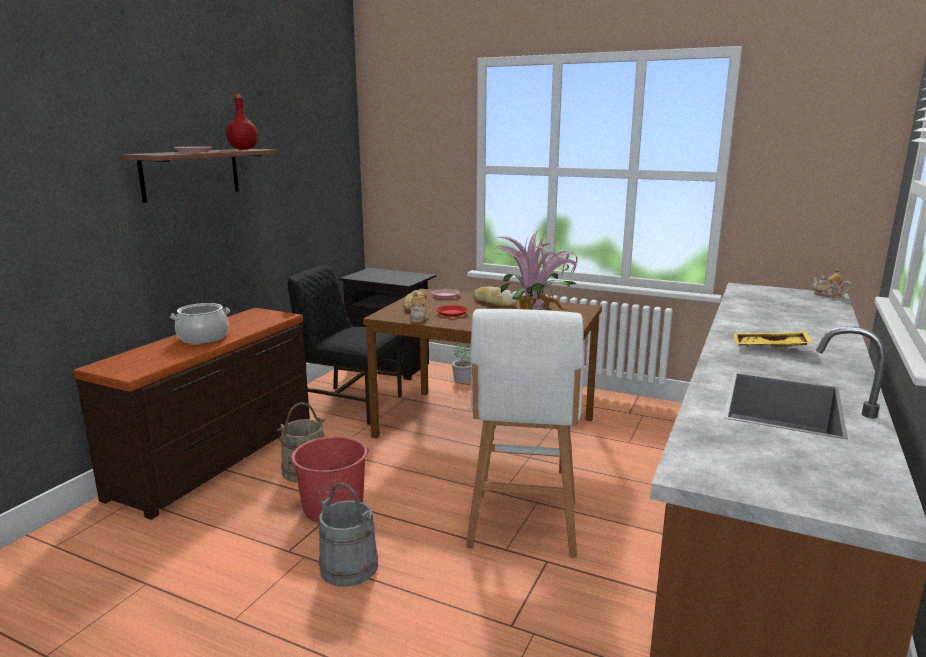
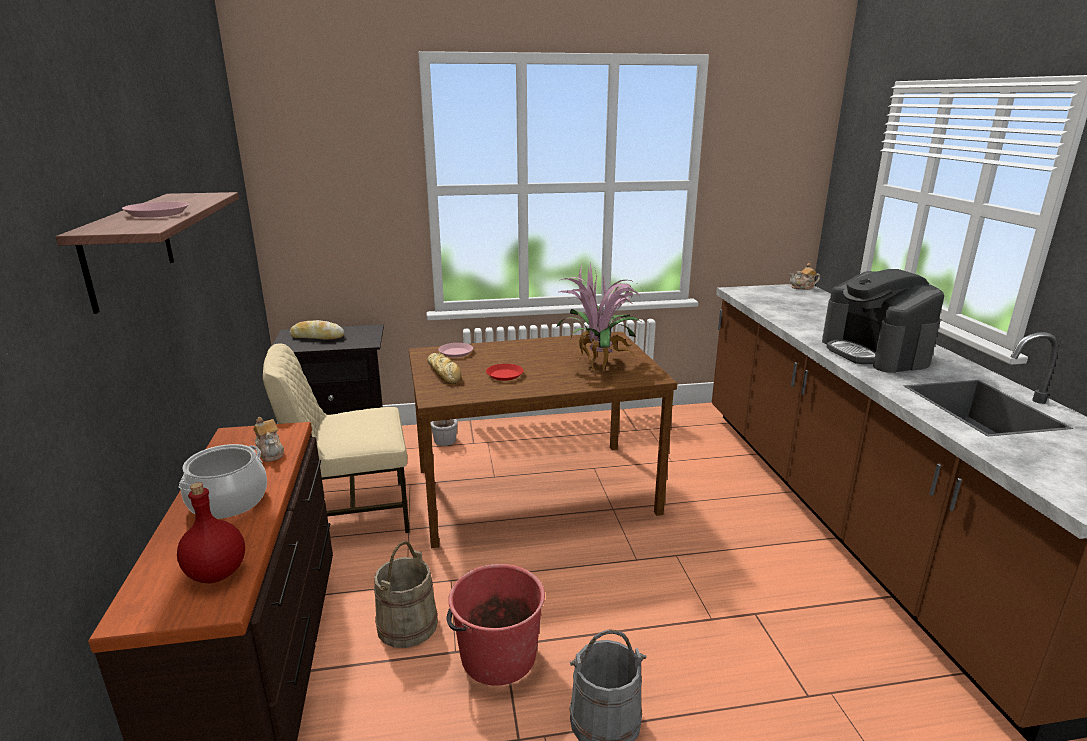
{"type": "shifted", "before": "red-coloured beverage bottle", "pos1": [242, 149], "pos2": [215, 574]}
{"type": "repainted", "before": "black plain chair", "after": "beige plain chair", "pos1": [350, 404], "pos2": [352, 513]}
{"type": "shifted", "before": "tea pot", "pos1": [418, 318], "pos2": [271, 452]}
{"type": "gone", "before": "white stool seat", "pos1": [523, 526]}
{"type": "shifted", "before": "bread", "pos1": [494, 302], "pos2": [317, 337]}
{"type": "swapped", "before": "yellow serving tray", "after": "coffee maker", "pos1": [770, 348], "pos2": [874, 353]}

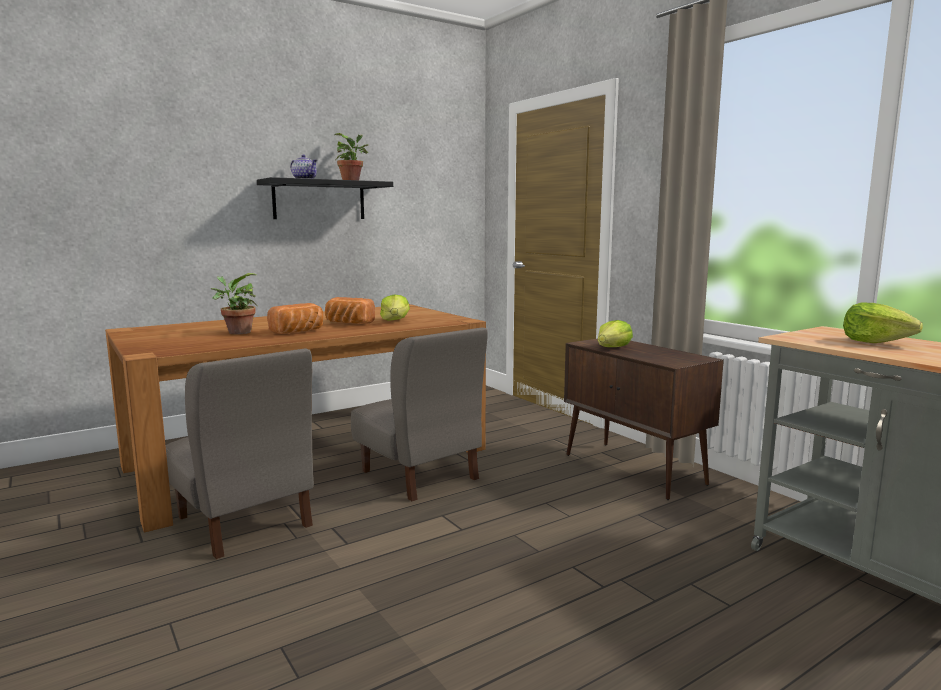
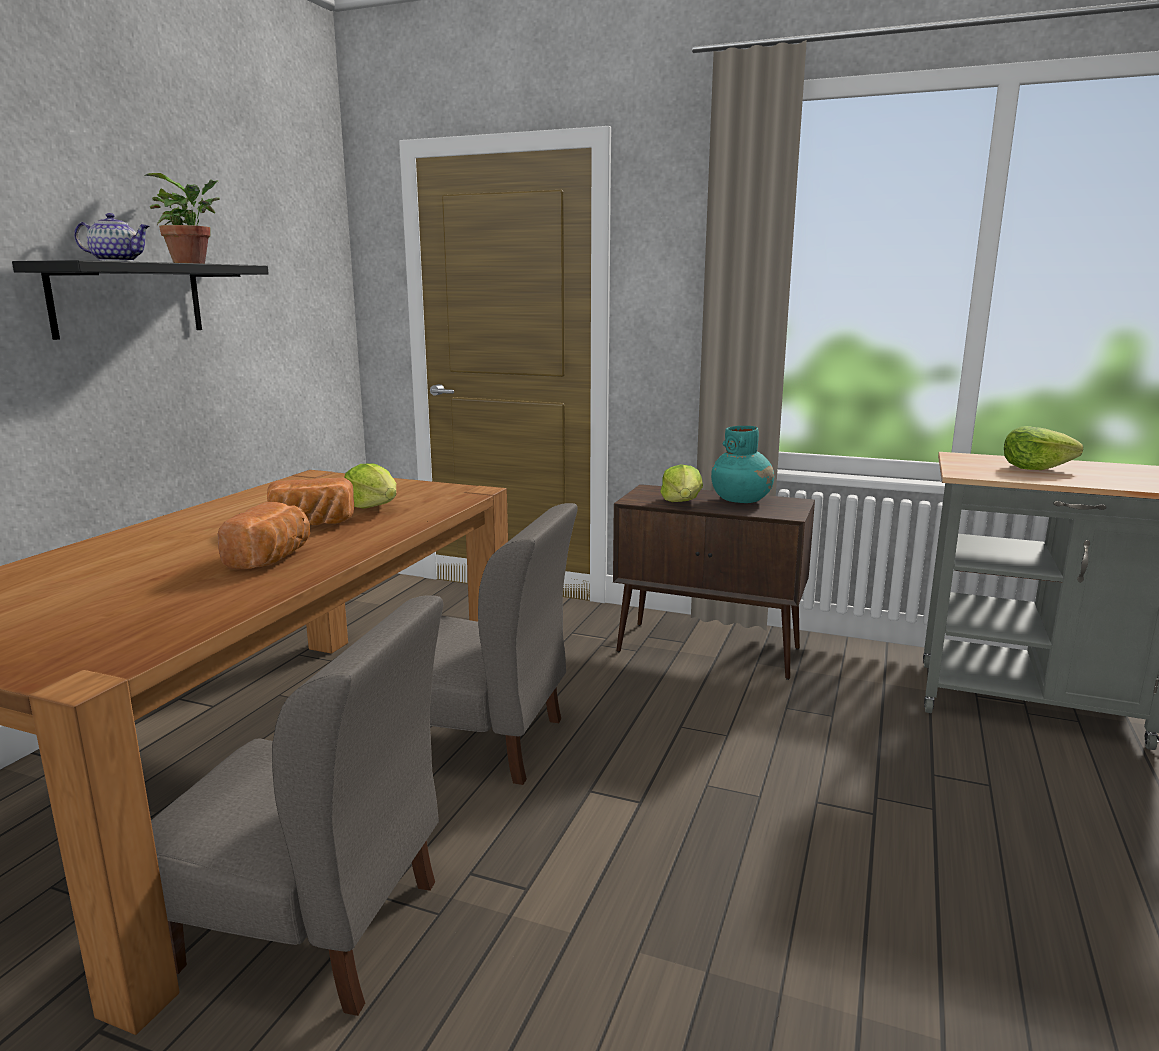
{"type": "gone", "before": "plant in a pot", "pos1": [237, 332]}
{"type": "new", "after": "blue-green flower vase", "pos2": [741, 500]}

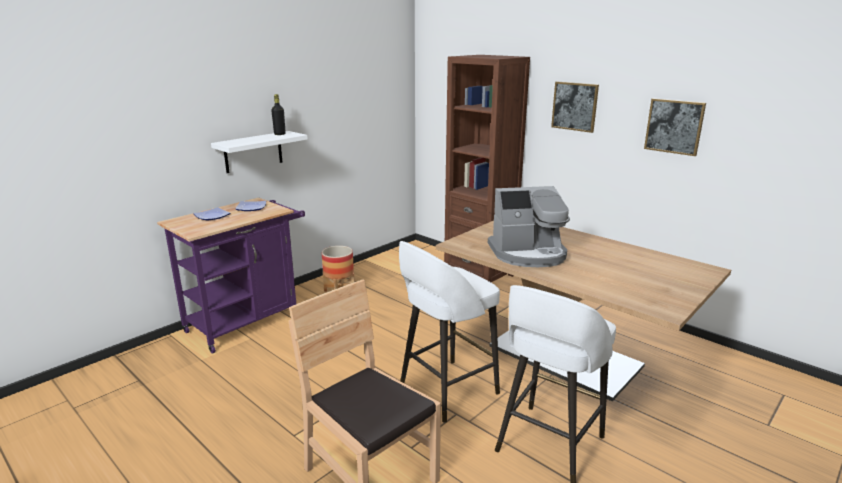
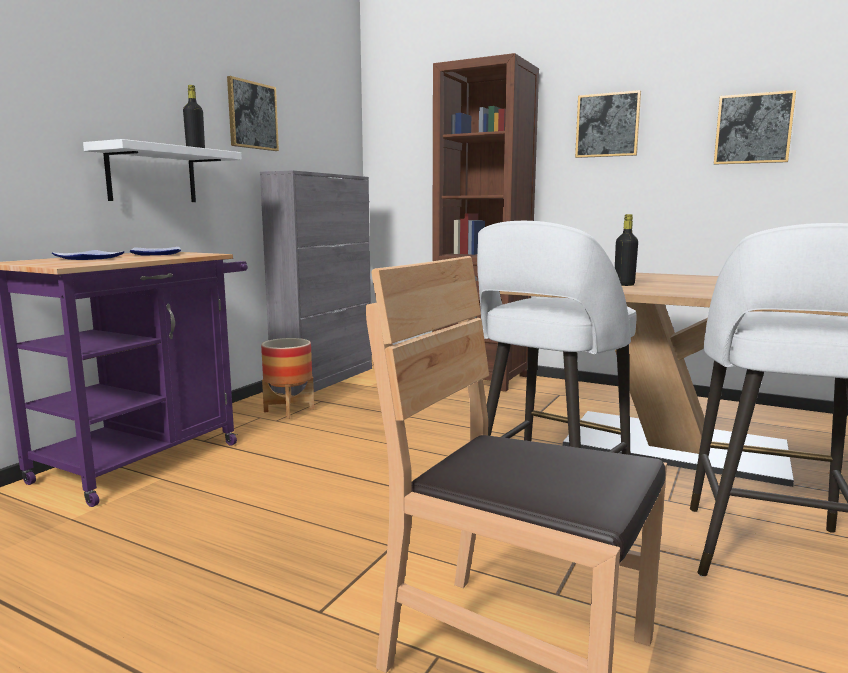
{"type": "swapped", "before": "coffee maker", "after": "black beverage bottle", "pos1": [528, 254], "pos2": [624, 285]}
{"type": "new", "after": "picture", "pos2": [252, 115]}
{"type": "new", "after": "grey cupboard", "pos2": [325, 379]}

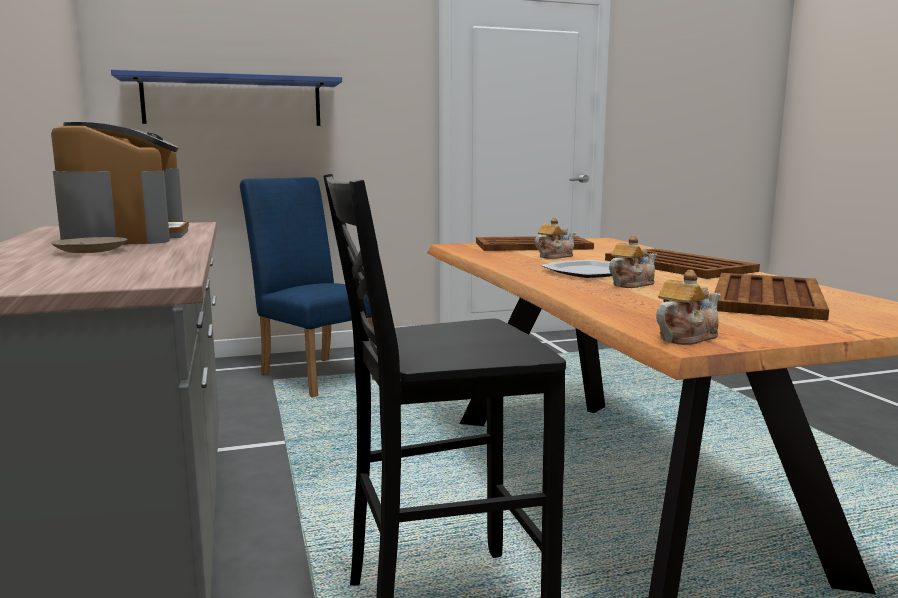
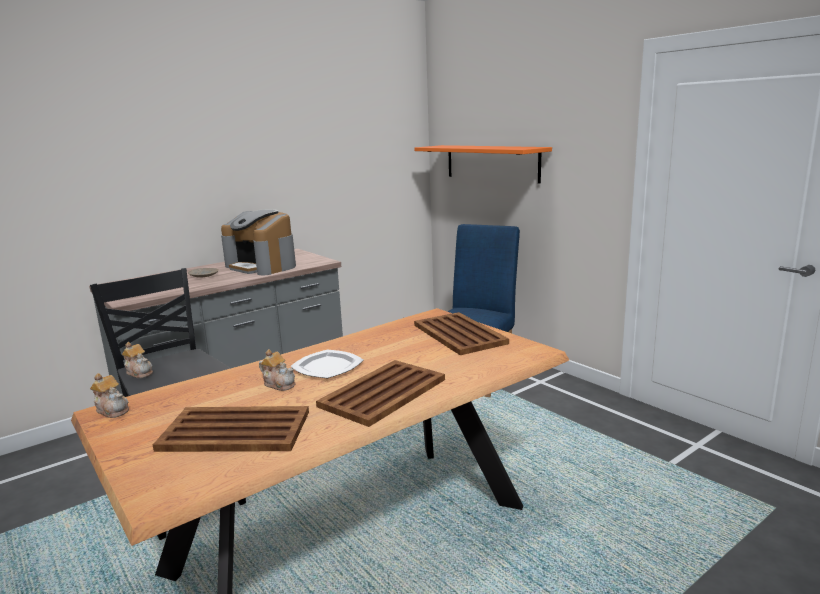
{"type": "rotated", "before": "coffee maker", "pos1": [127, 236], "pos2": [262, 266], "turn": 75}
{"type": "repainted", "before": "blue bracket shelf", "after": "orange bracket shelf", "pos1": [233, 102], "pos2": [491, 163]}
{"type": "shifted", "before": "tea pot", "pos1": [554, 256], "pos2": [139, 372]}

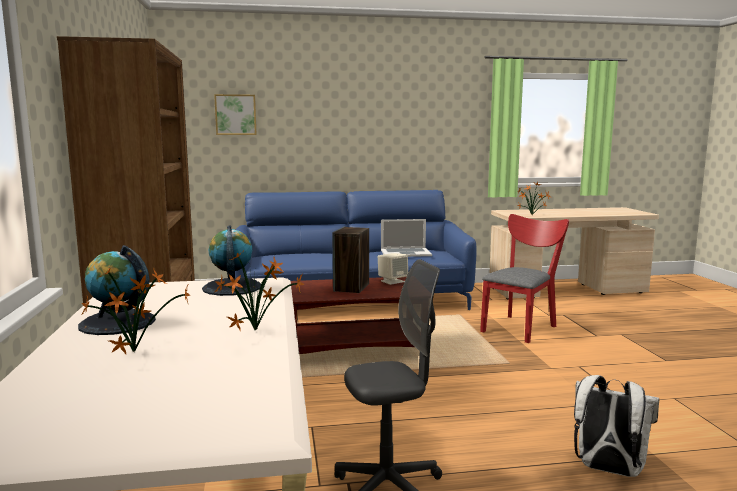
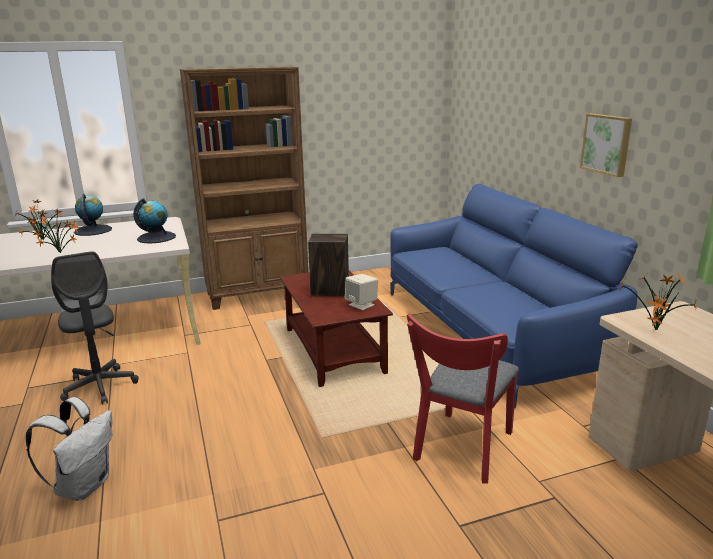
{"type": "shifted", "before": "picture", "pos1": [235, 114], "pos2": [607, 144]}
{"type": "gone", "before": "portable computer", "pos1": [405, 253]}
{"type": "rotated", "before": "red-coloured plain chair", "pos1": [521, 327], "pos2": [461, 450], "turn": 90}

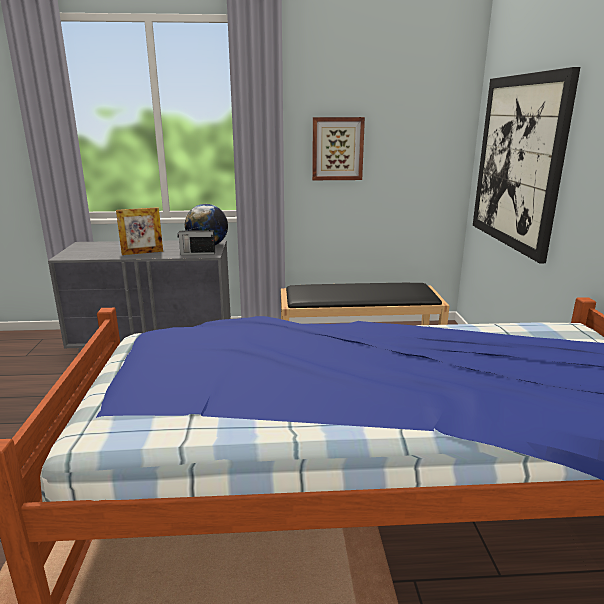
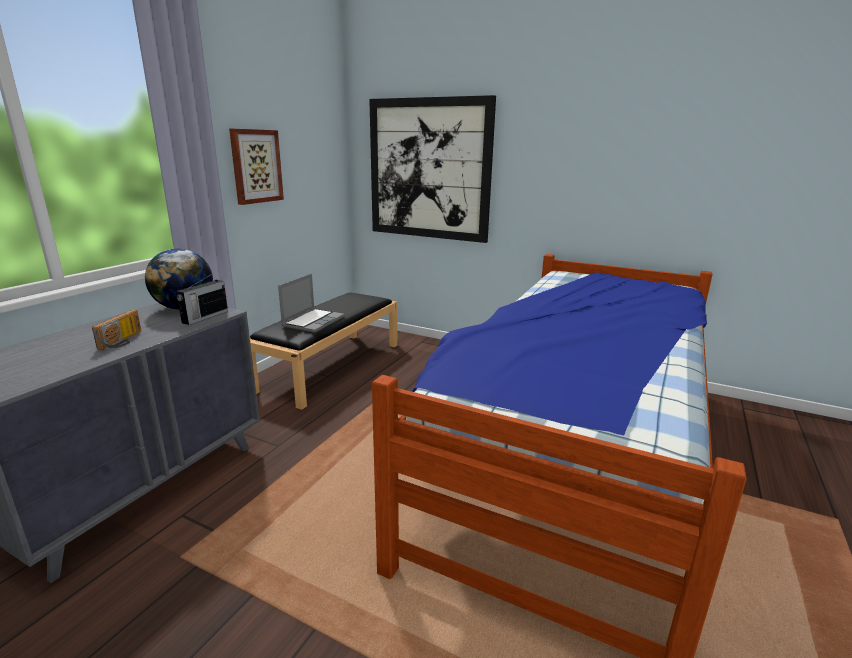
{"type": "swapped", "before": "photo frame", "after": "radio receiver", "pos1": [142, 253], "pos2": [123, 341]}
{"type": "new", "after": "portable computer", "pos2": [313, 321]}

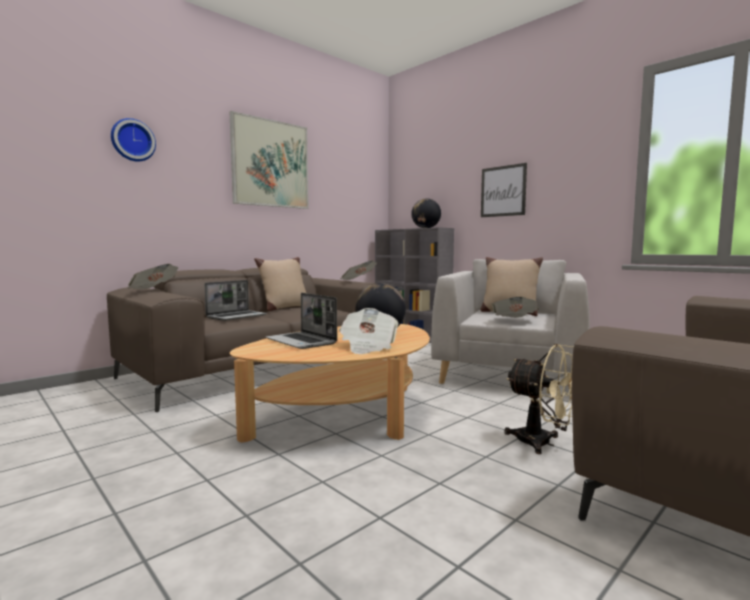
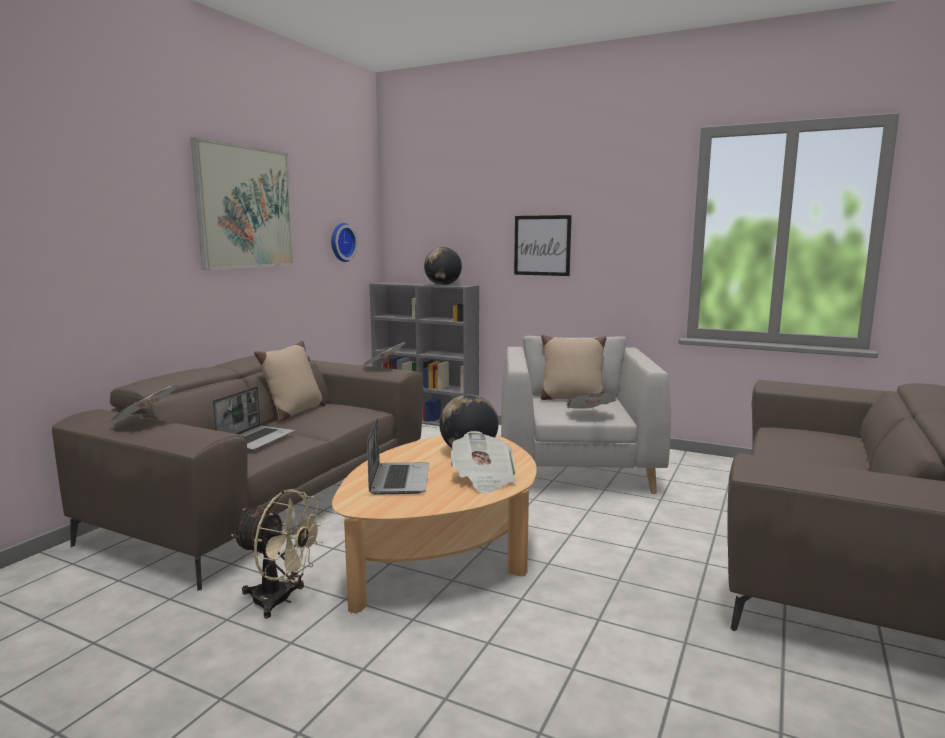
{"type": "shifted", "before": "hanging clock", "pos1": [132, 140], "pos2": [341, 242]}
{"type": "rotated", "before": "portable computer", "pos1": [302, 342], "pos2": [399, 479], "turn": -120}
{"type": "shifted", "before": "beige fan", "pos1": [543, 443], "pos2": [281, 600]}

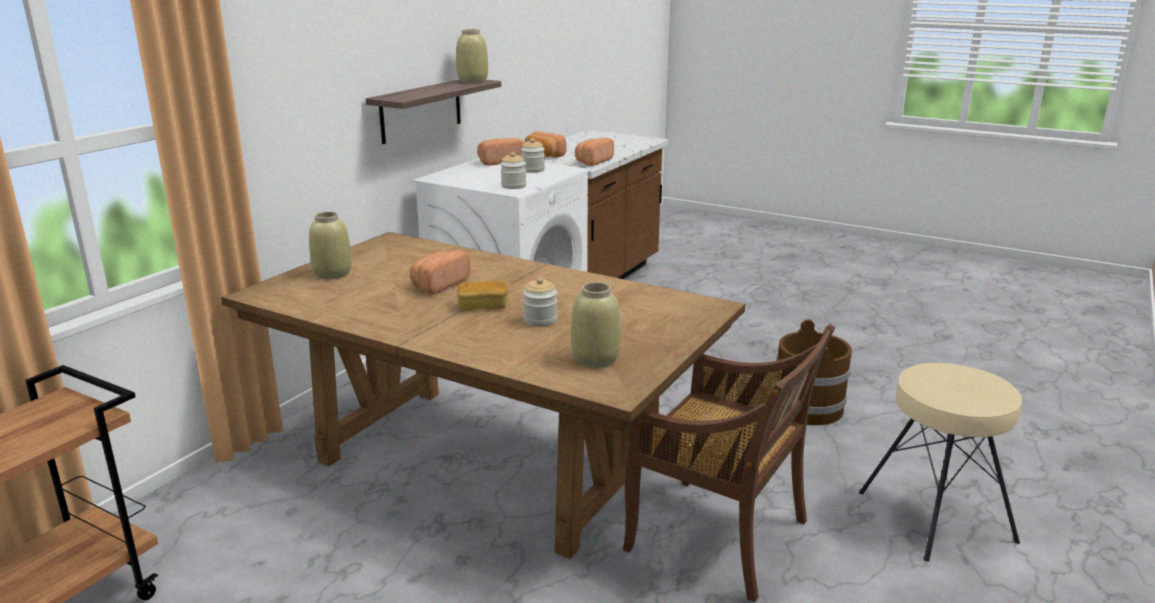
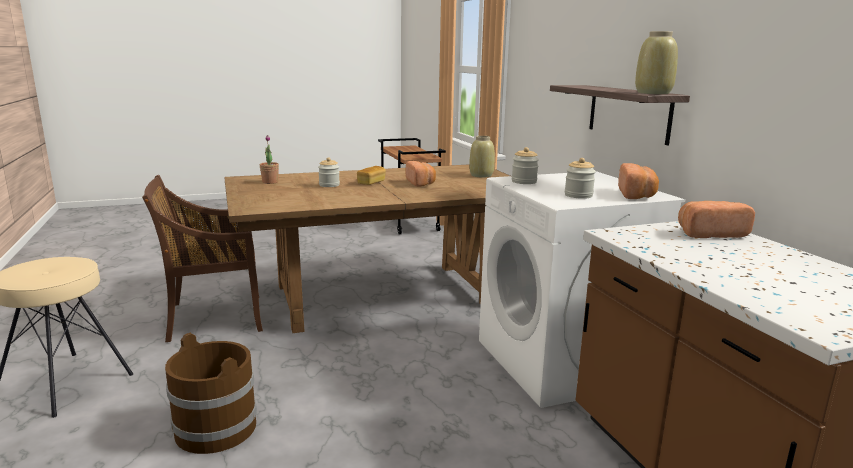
{"type": "swapped", "before": "beige flower vase", "after": "plant in a pot", "pos1": [595, 359], "pos2": [270, 182]}
{"type": "gone", "before": "bread", "pos1": [592, 162]}

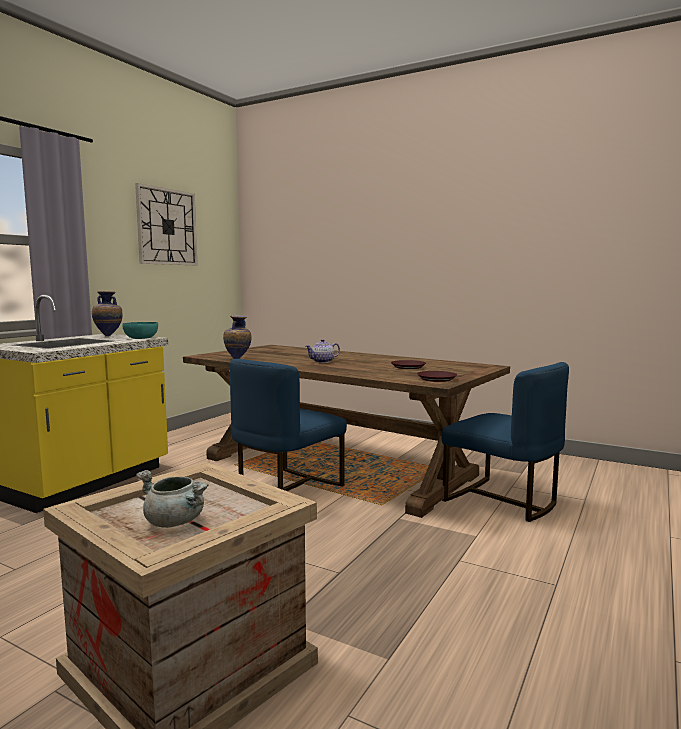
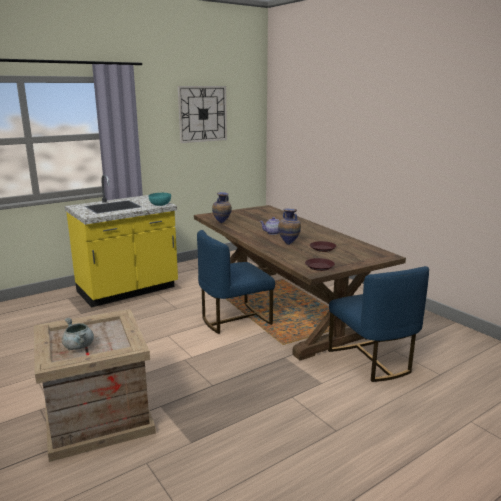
{"type": "shifted", "before": "flower vase", "pos1": [109, 336], "pos2": [289, 244]}

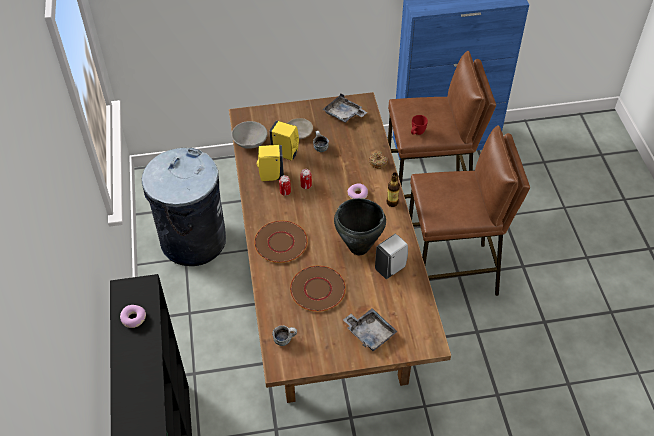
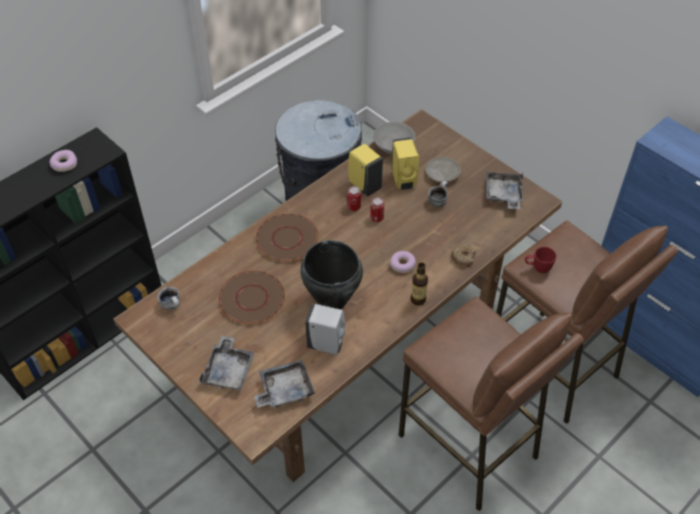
{"type": "new", "after": "grey serving tray", "pos2": [284, 390]}

